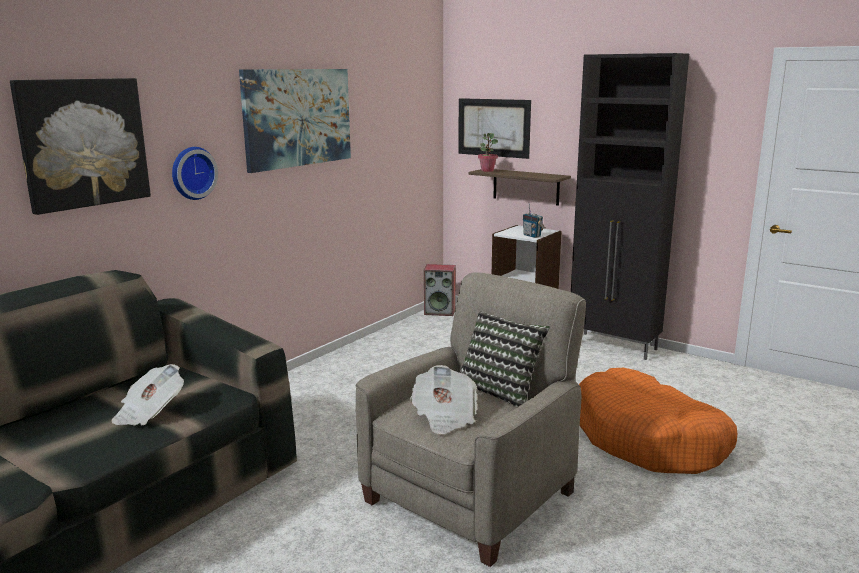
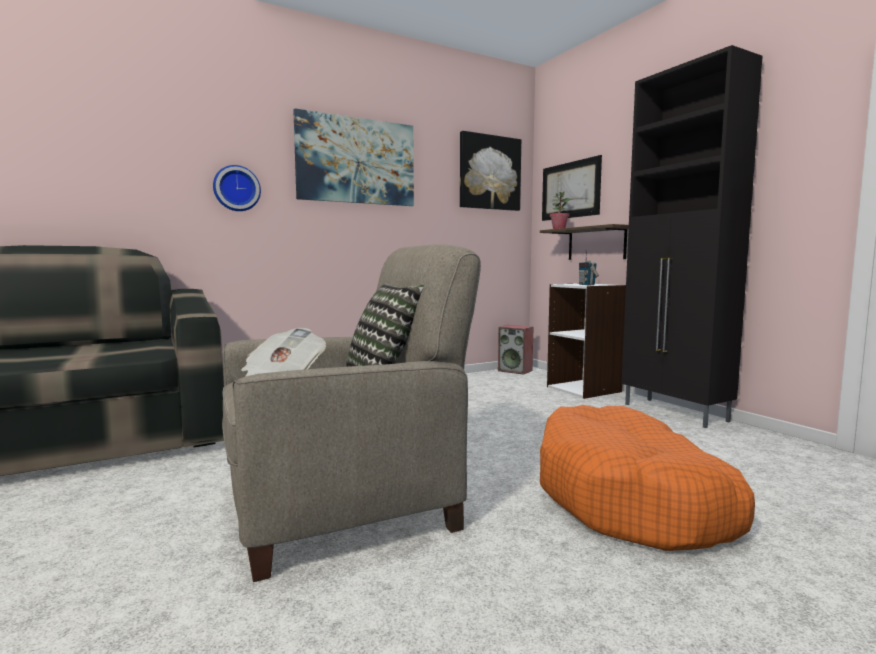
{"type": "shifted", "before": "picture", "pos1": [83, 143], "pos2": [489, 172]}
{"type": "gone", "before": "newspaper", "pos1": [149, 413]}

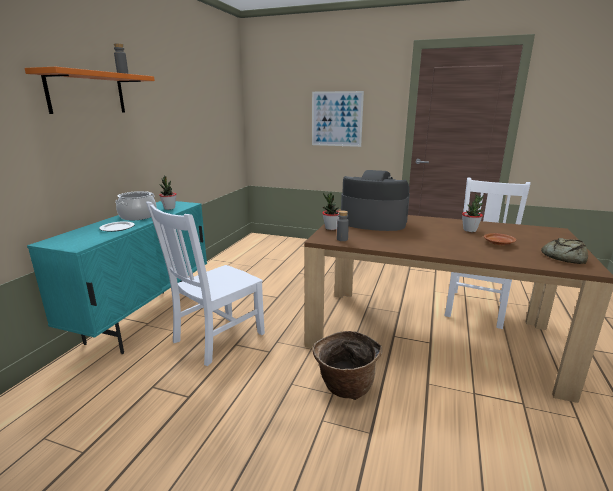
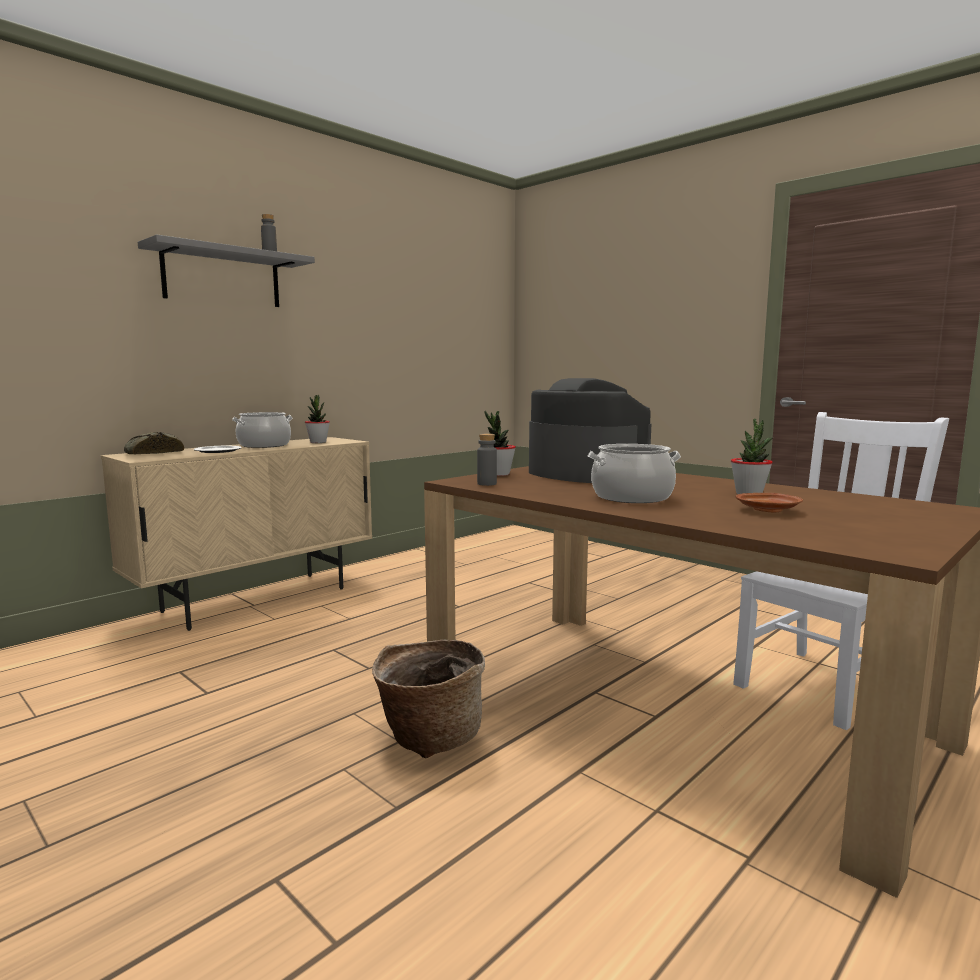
{"type": "repainted", "before": "orange bracket shelf", "after": "grey bracket shelf", "pos1": [87, 93], "pos2": [222, 277]}
{"type": "repainted", "before": "blue-green cupboard", "after": "beige cupboard", "pos1": [145, 319], "pos2": [257, 600]}
{"type": "gone", "before": "white plain chair", "pos1": [216, 339]}
{"type": "gone", "before": "picture", "pos1": [336, 119]}
{"type": "shifted", "before": "bread", "pos1": [563, 257], "pos2": [152, 453]}
{"type": "new", "after": "cooking pot", "pos2": [632, 497]}

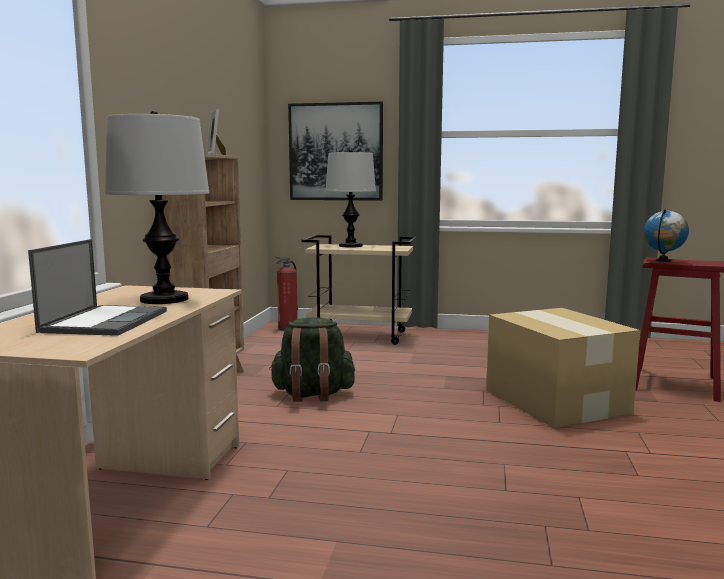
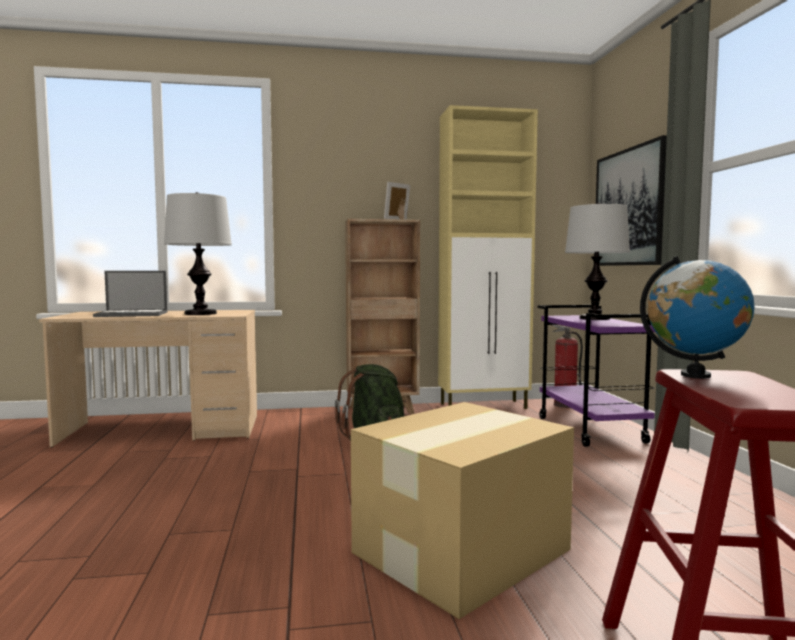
{"type": "repainted", "before": "beige cart", "after": "purplish cart", "pos1": [361, 336], "pos2": [591, 430]}
{"type": "new", "after": "beige cupboard", "pos2": [484, 406]}

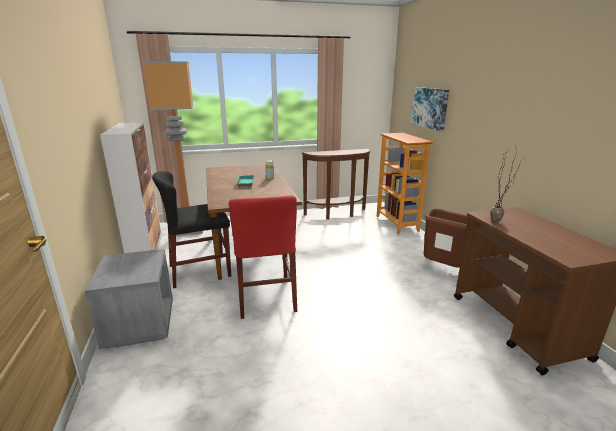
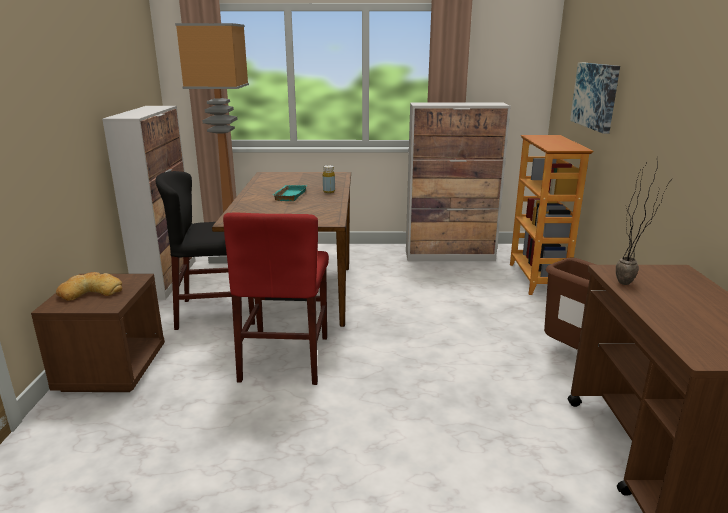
{"type": "repainted", "before": "grey night table", "after": "brown-coloured night table", "pos1": [140, 325], "pos2": [112, 369]}
{"type": "swapped", "before": "brown-coloured narrow table", "after": "cupboard", "pos1": [337, 214], "pos2": [450, 256]}
{"type": "new", "after": "bread", "pos2": [91, 292]}

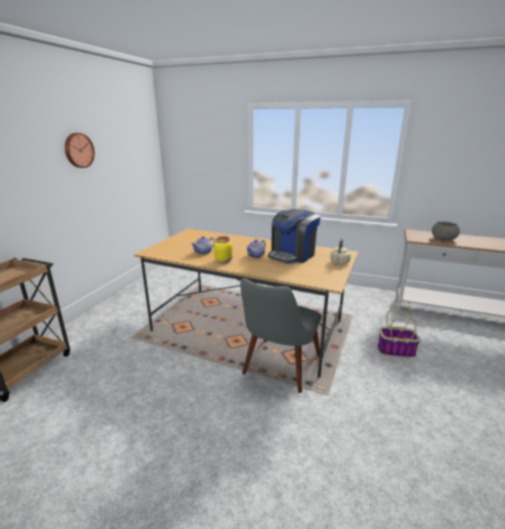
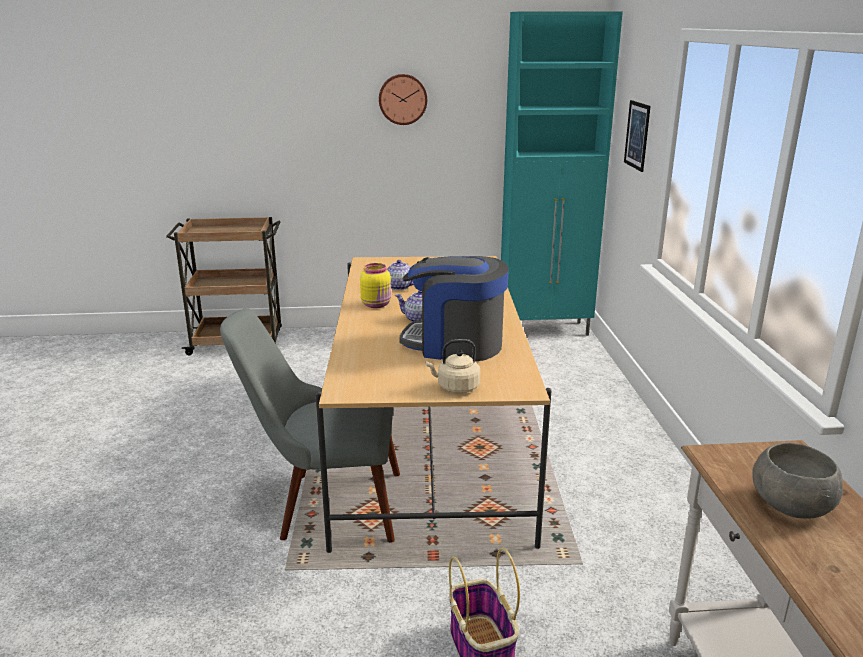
{"type": "new", "after": "blue-green cupboard", "pos2": [545, 330]}
{"type": "new", "after": "picture", "pos2": [637, 135]}

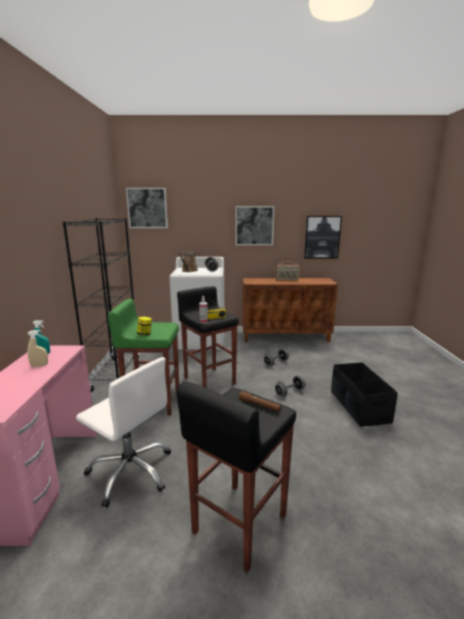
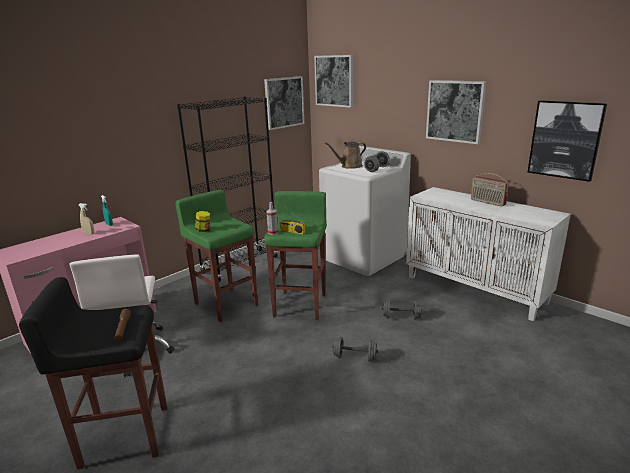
{"type": "repainted", "before": "black stool seat", "after": "green-coloured stool seat", "pos1": [209, 380], "pos2": [301, 305]}
{"type": "repainted", "before": "brown-coloured cupboard", "after": "white cupboard", "pos1": [286, 337], "pos2": [475, 289]}
{"type": "gone", "before": "black storage box", "pos1": [359, 406]}
{"type": "new", "after": "picture", "pos2": [284, 102]}

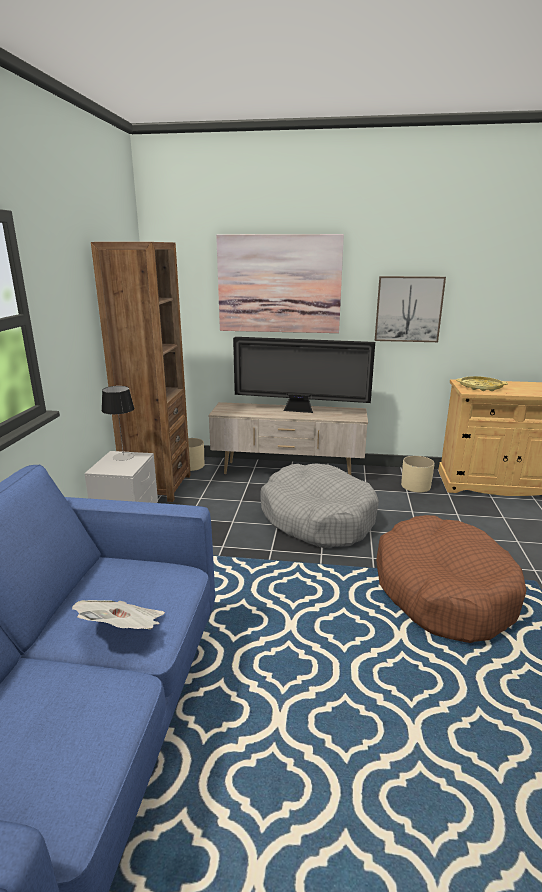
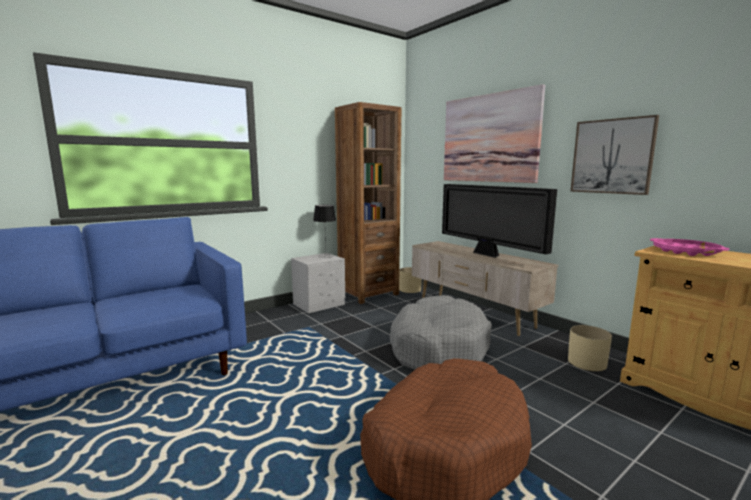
{"type": "gone", "before": "newspaper", "pos1": [124, 631]}
{"type": "repainted", "before": "yellow serving tray", "after": "pink serving tray", "pos1": [480, 387], "pos2": [685, 251]}

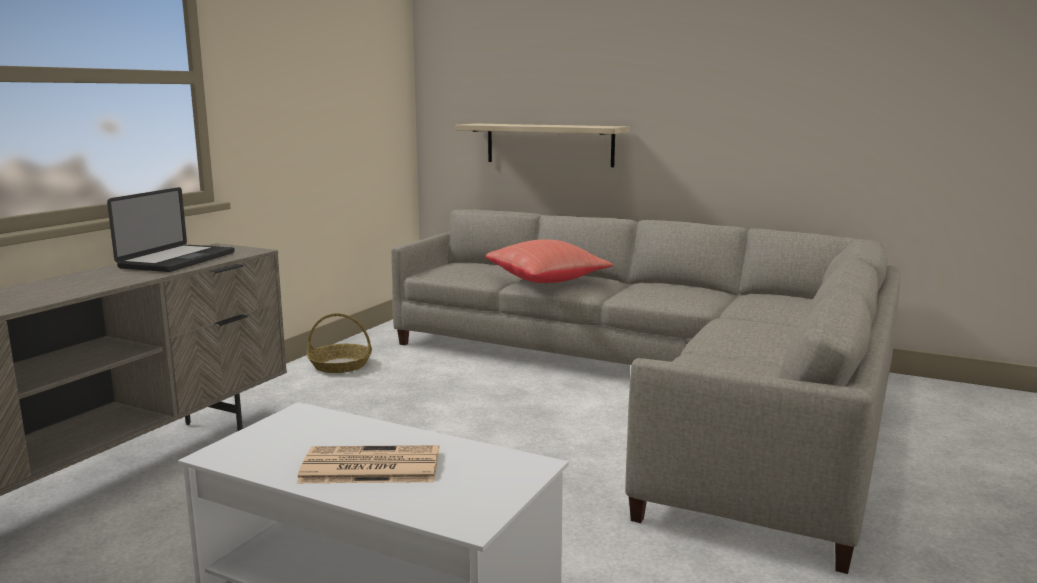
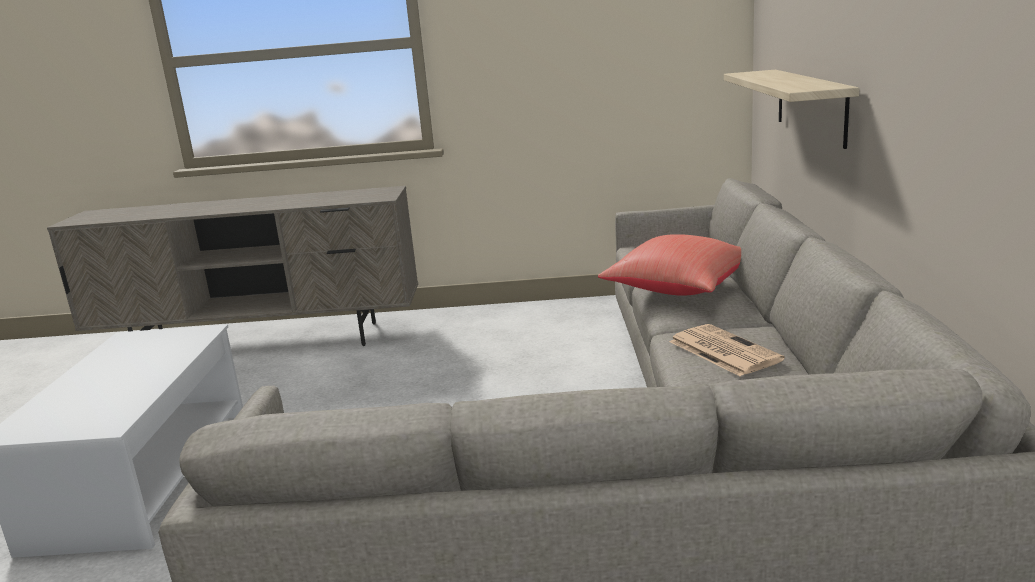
{"type": "gone", "before": "portable computer", "pos1": [178, 260]}
{"type": "shifted", "before": "newspaper", "pos1": [368, 467], "pos2": [722, 350]}
{"type": "gone", "before": "basket", "pos1": [340, 365]}

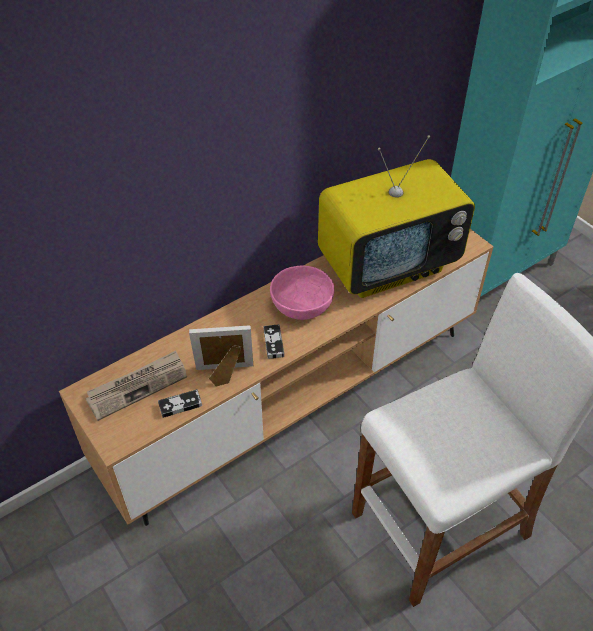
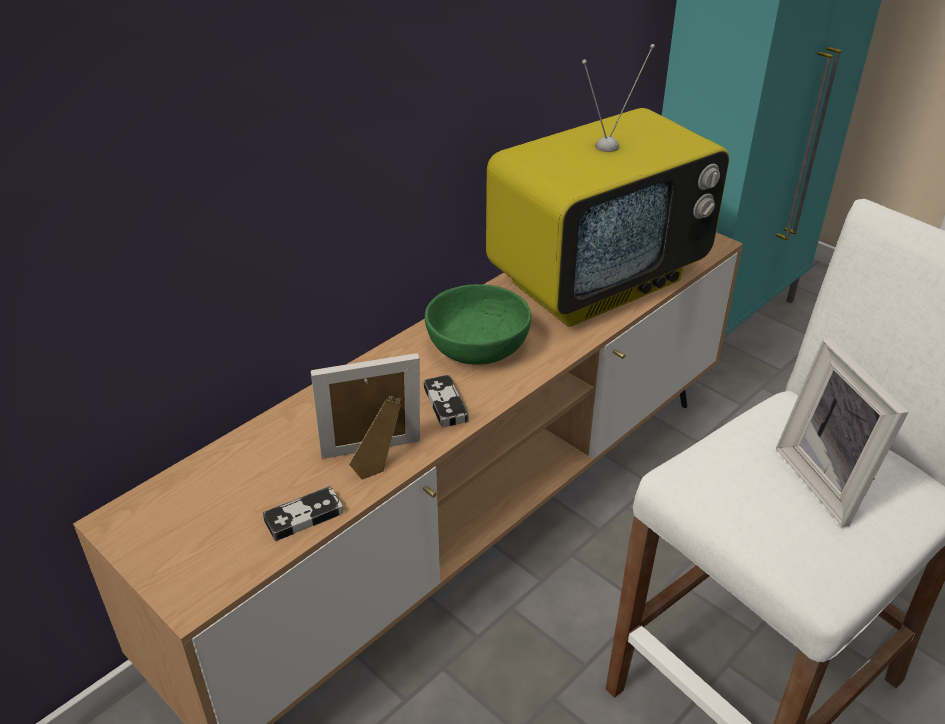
{"type": "gone", "before": "newspaper", "pos1": [137, 386]}
{"type": "repainted", "before": "pink bowl", "after": "green-coloured bowl", "pos1": [301, 304], "pos2": [477, 346]}
{"type": "new", "after": "photo frame", "pos2": [829, 480]}

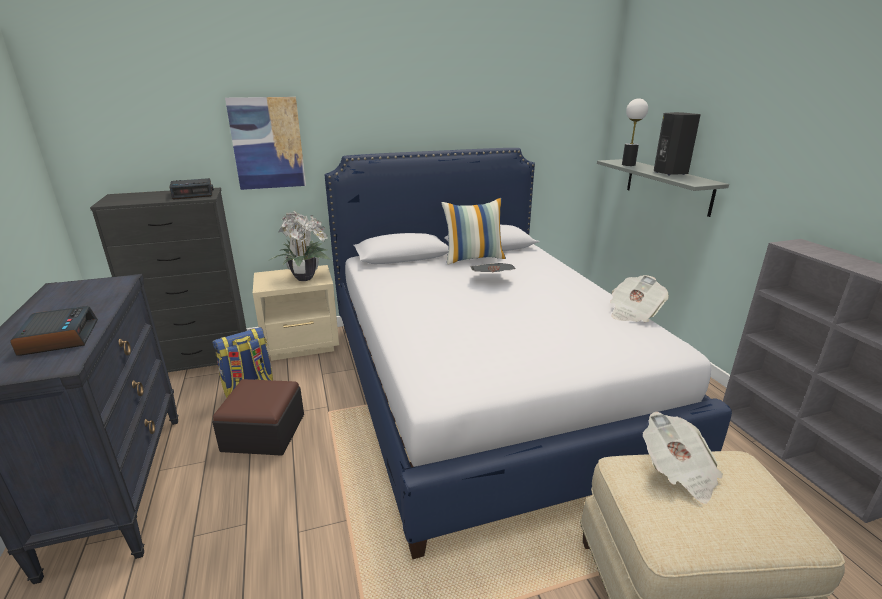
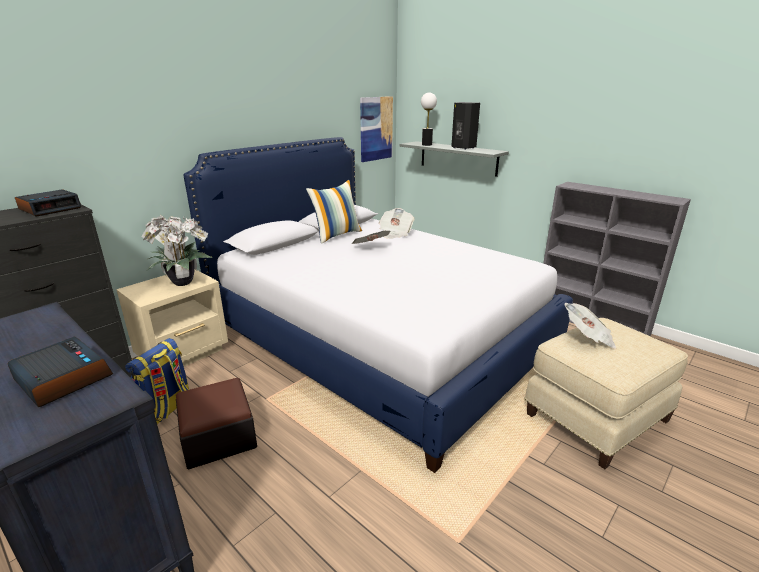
{"type": "shifted", "before": "picture", "pos1": [267, 143], "pos2": [376, 129]}
{"type": "shifted", "before": "newspaper", "pos1": [633, 312], "pos2": [395, 233]}

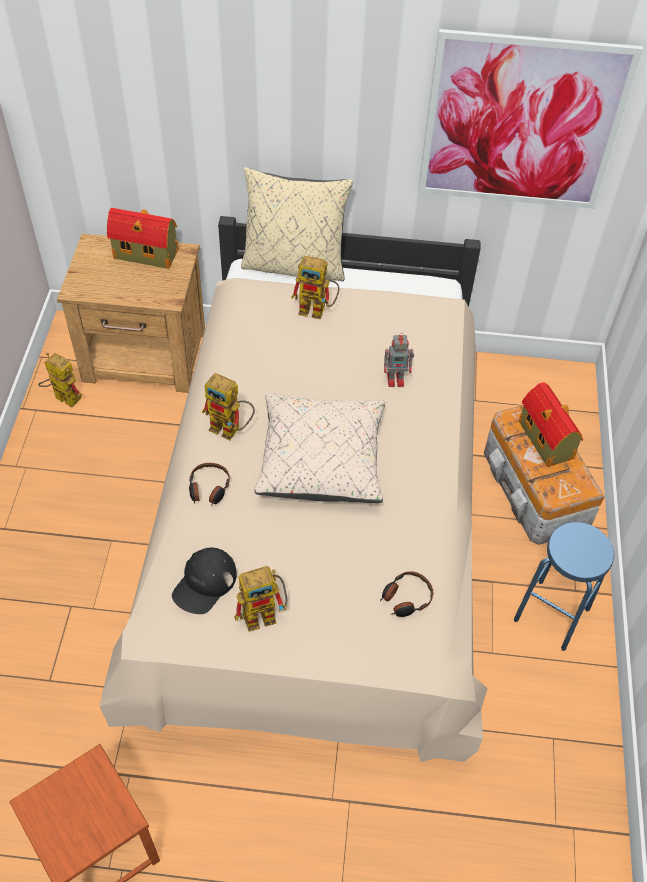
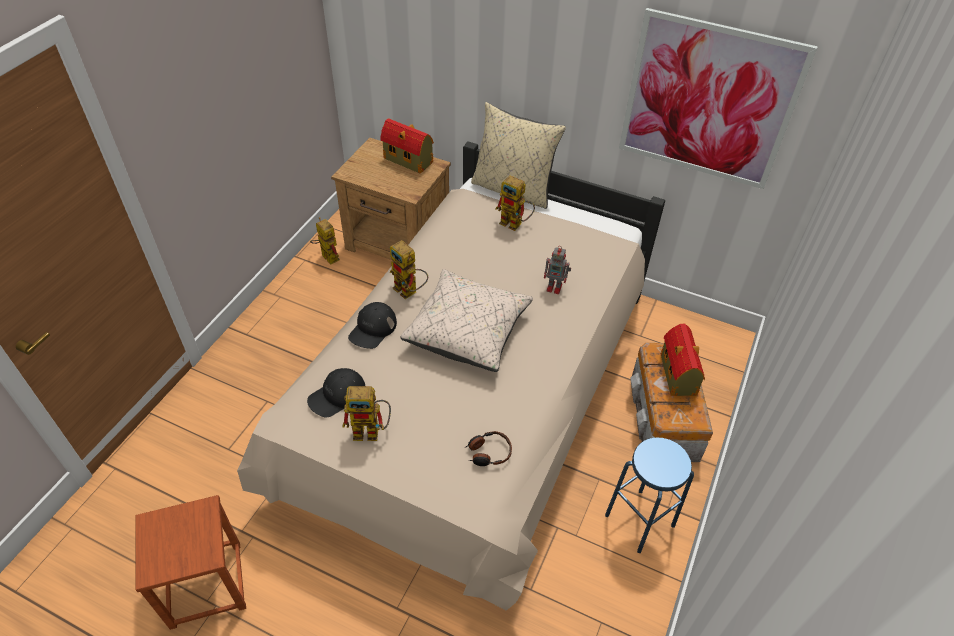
{"type": "swapped", "before": "headphones", "after": "black cap", "pos1": [208, 488], "pos2": [373, 329]}

